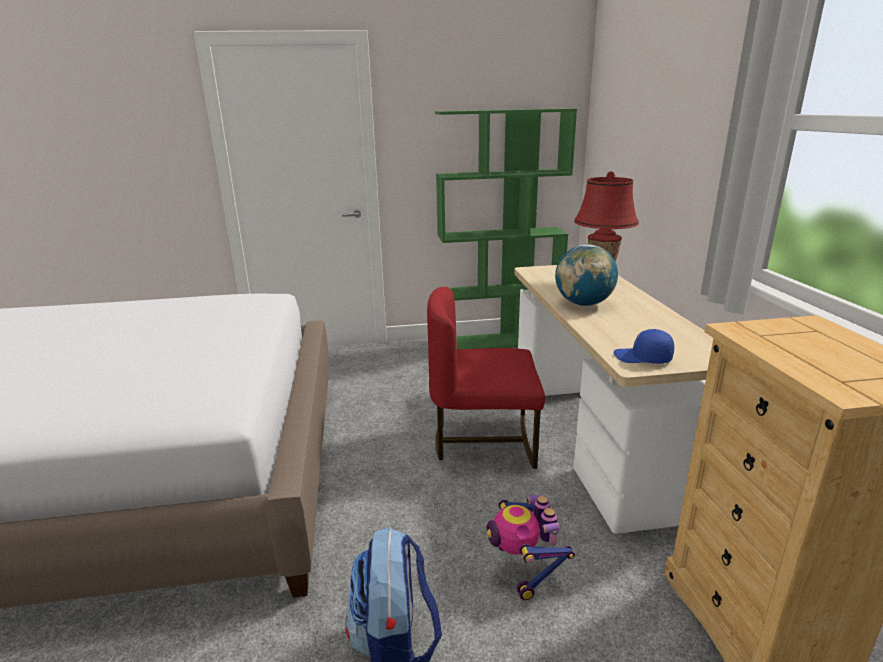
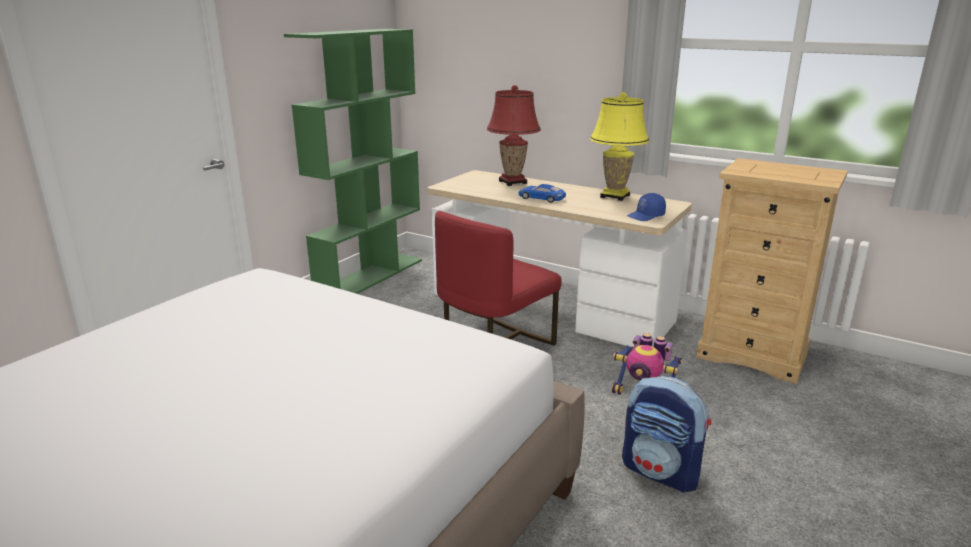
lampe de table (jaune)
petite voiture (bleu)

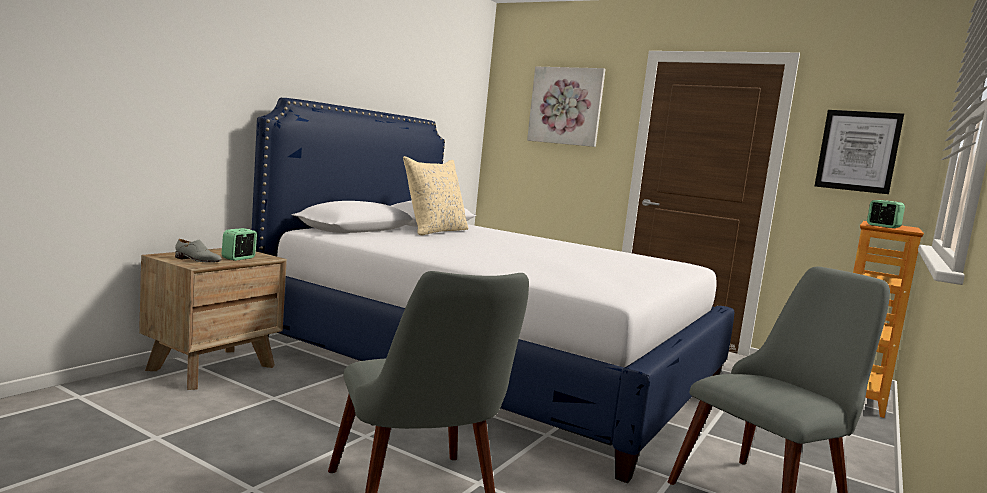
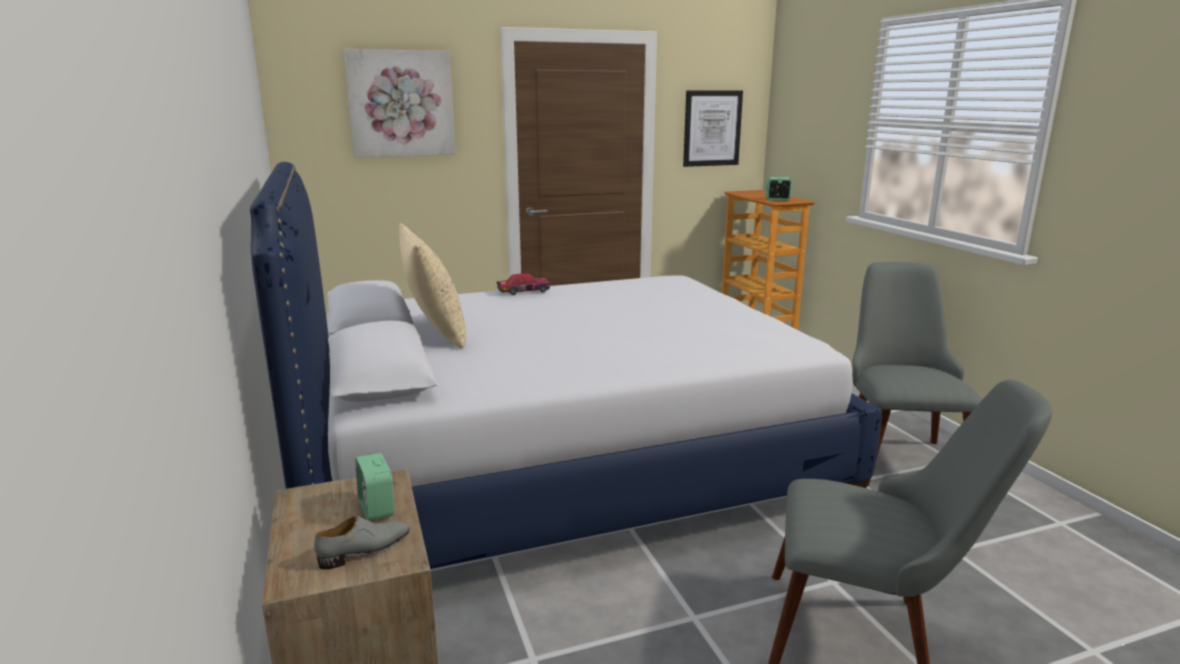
petite voiture

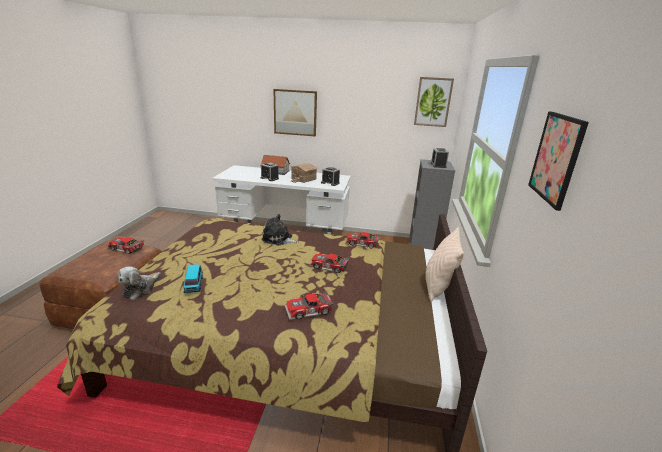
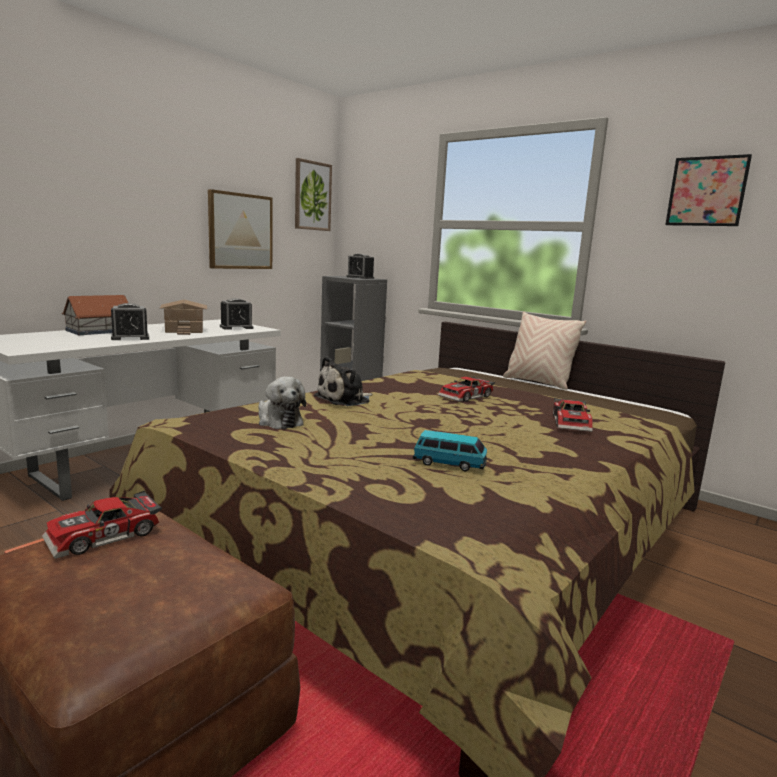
petite voiture (5th from left in the first image)
peluche (1st from left)
tableau (1st from left)

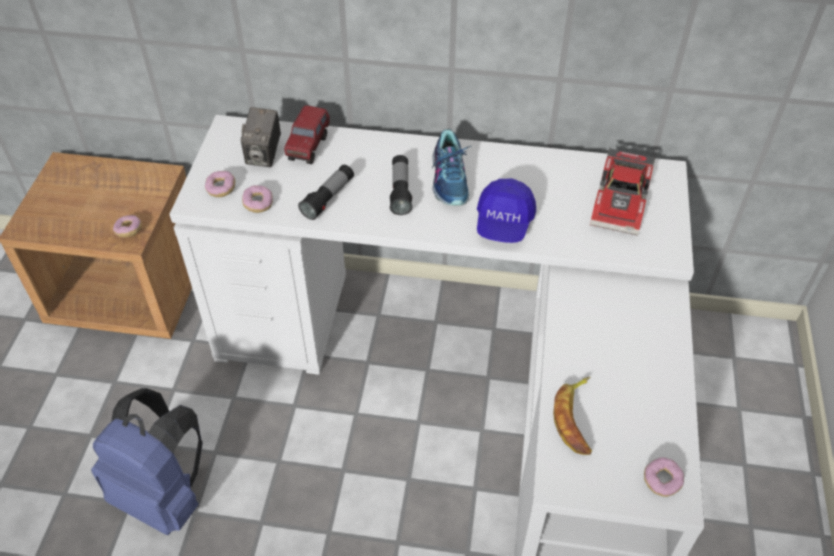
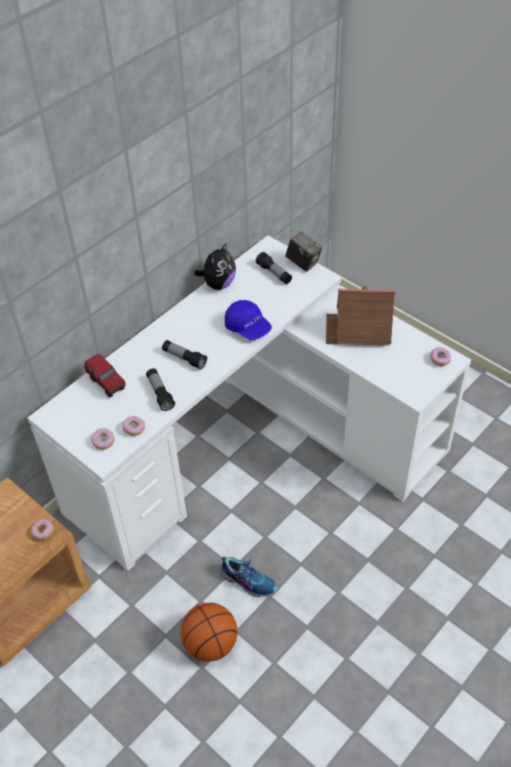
banane
peluche
maison miniature
appareil photo
chaussure
ballon de basket
lampe de poche (3rd from left)

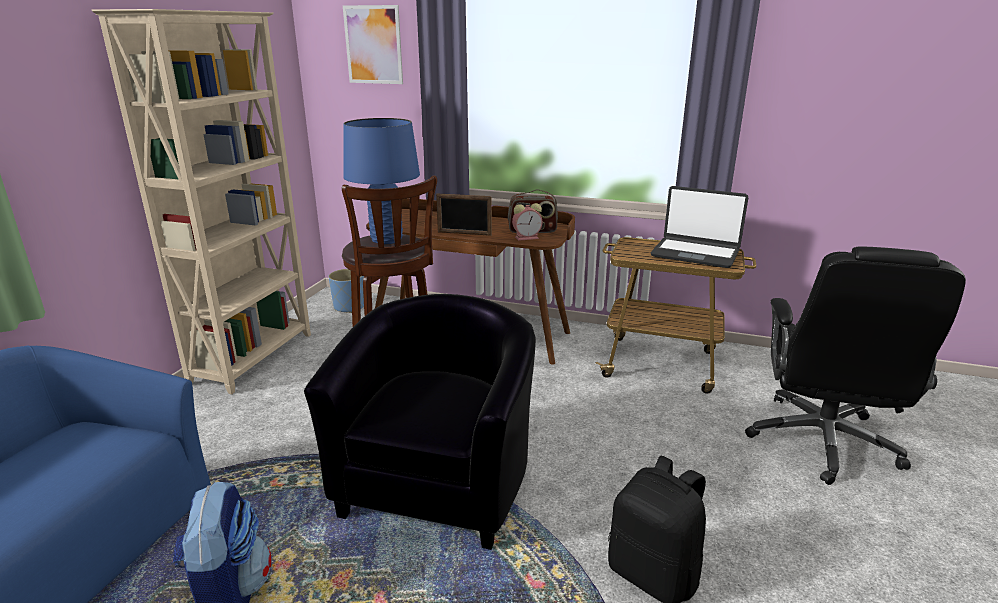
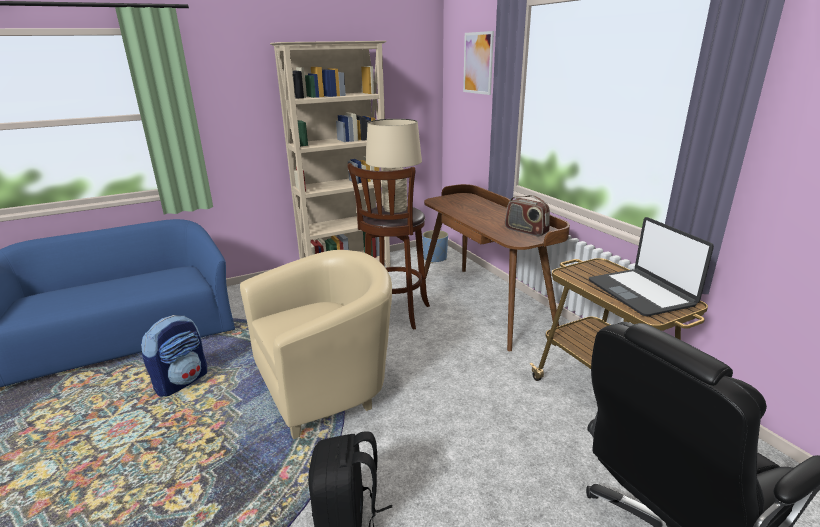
cadre photo
réveil
fauteuil (beige)
lampe de table (beige)

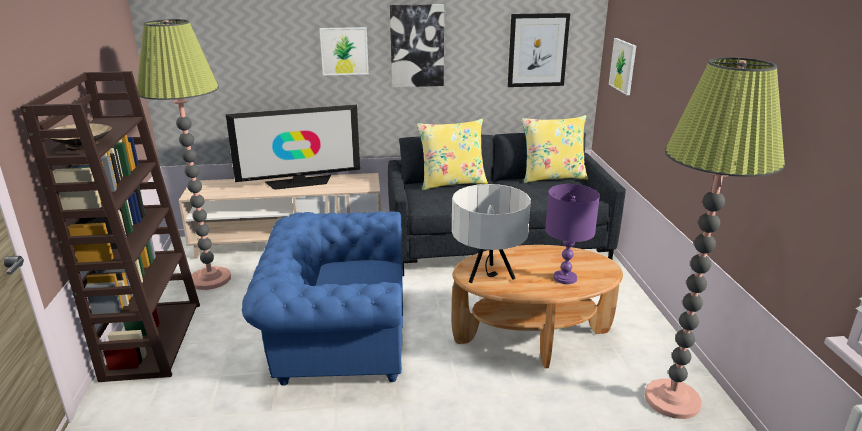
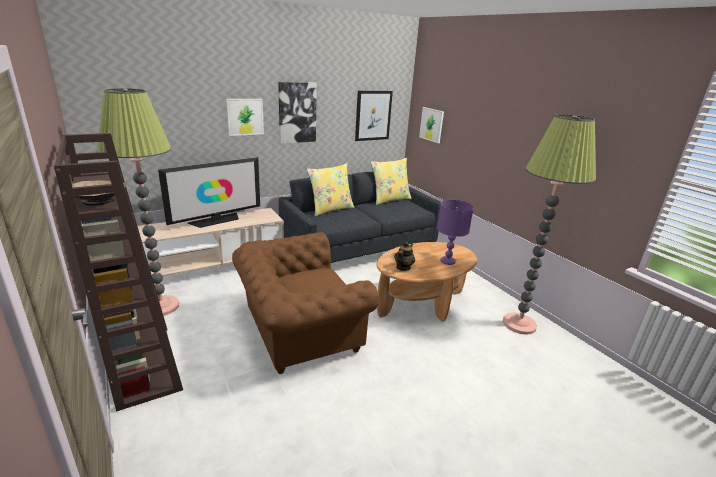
théière
fauteuil (marron)

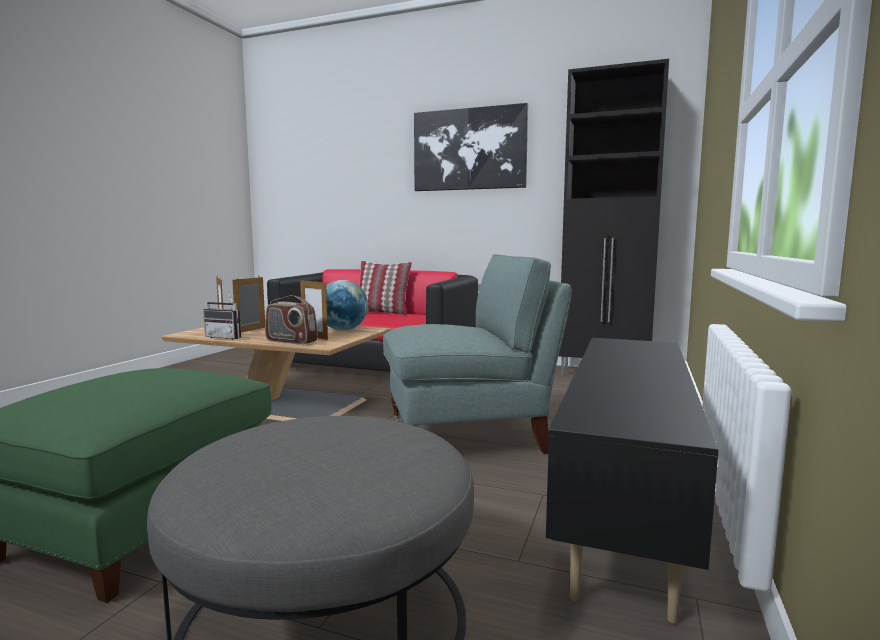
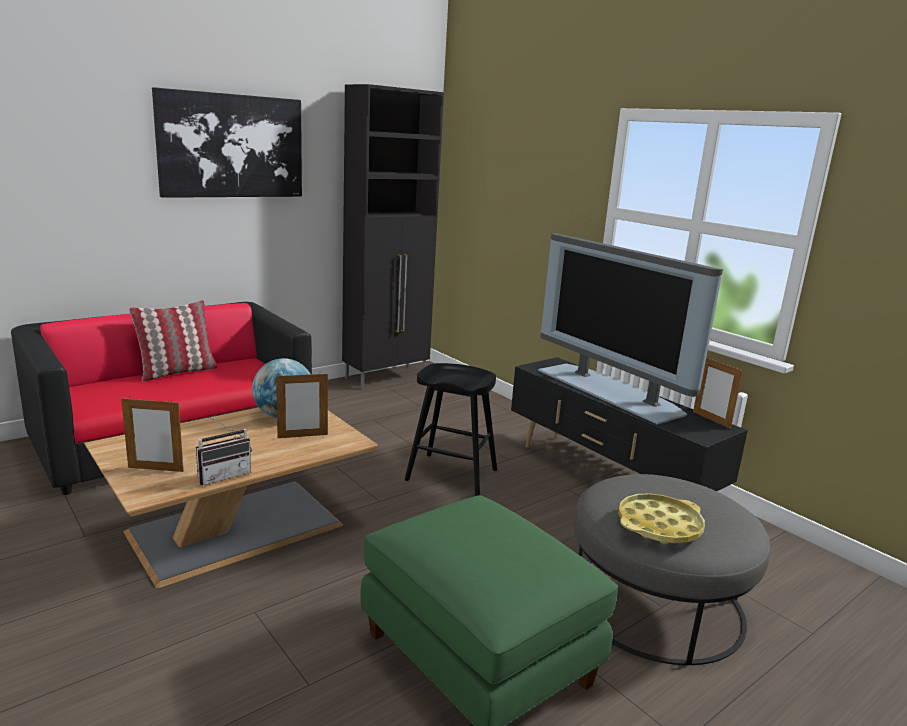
radio (2nd from left in the first image)
téléviseur
plateau (jaune)
cadre photo (3rd from left)
tabouret (noir)

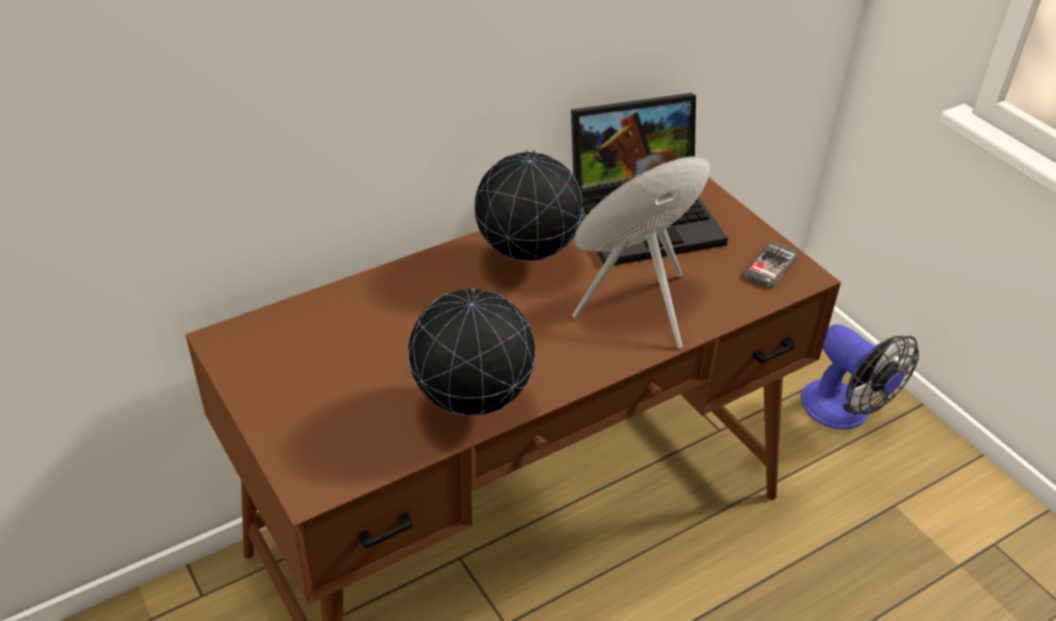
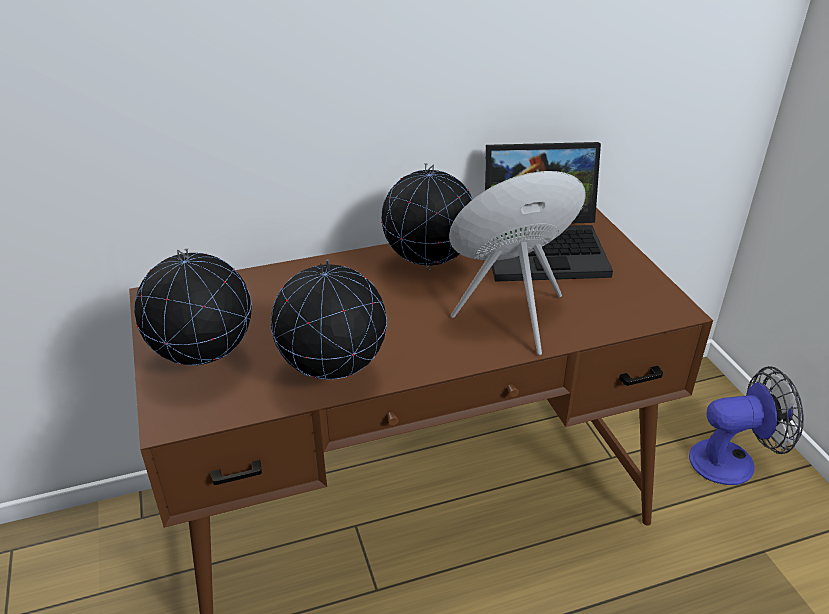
téléphone
globe (1st from left)
ventilateur

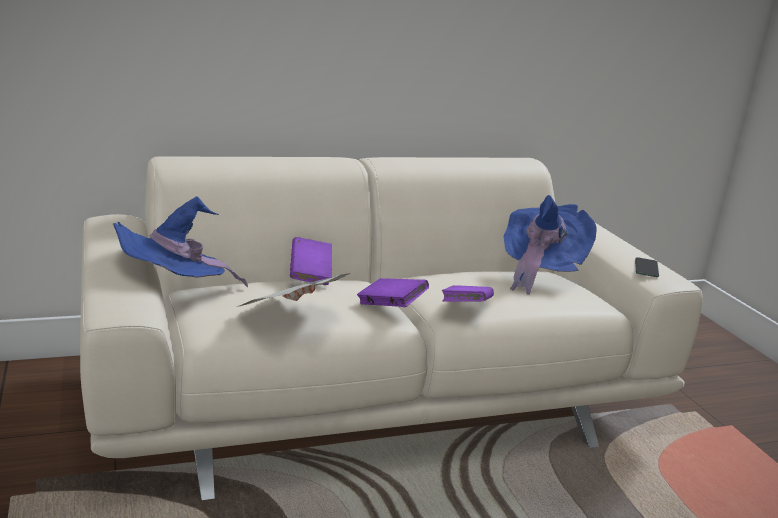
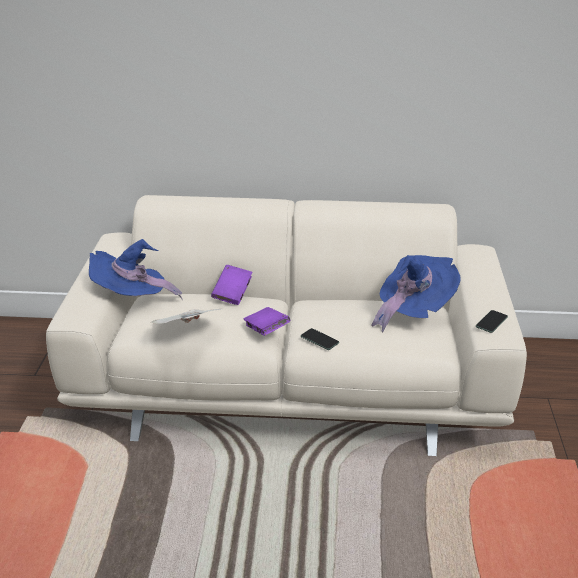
téléphone (1st from left)

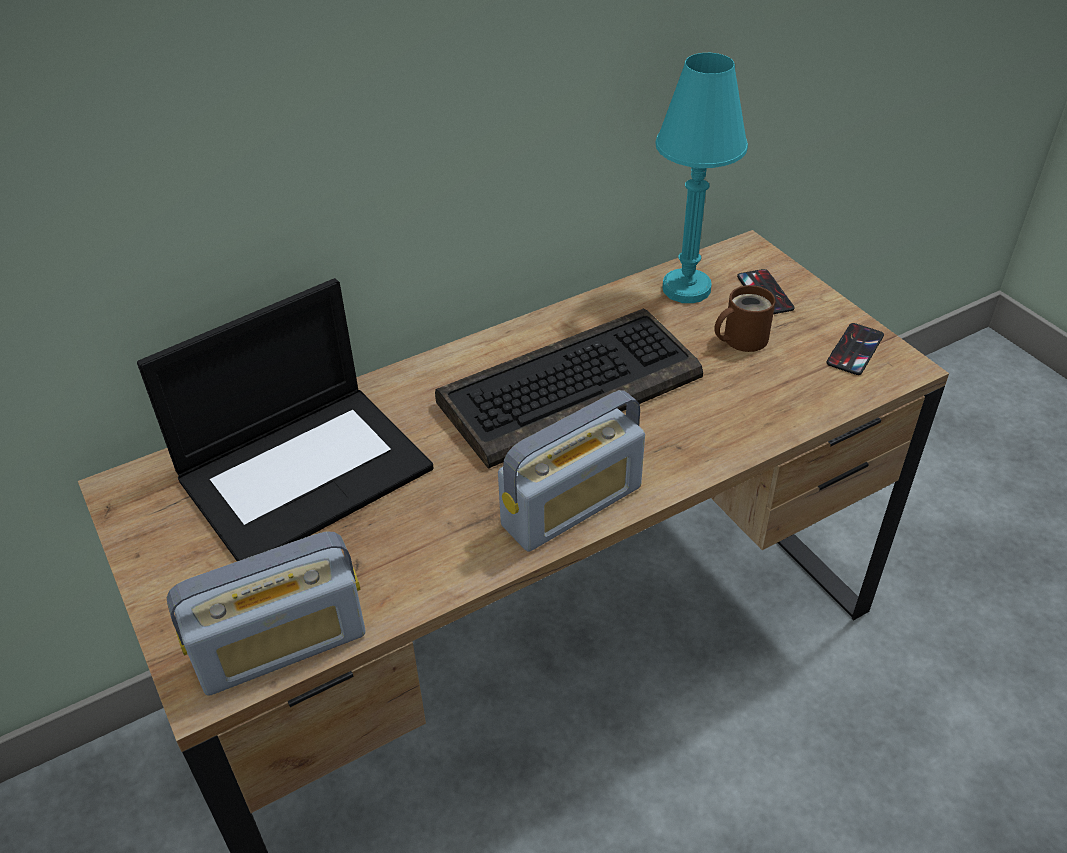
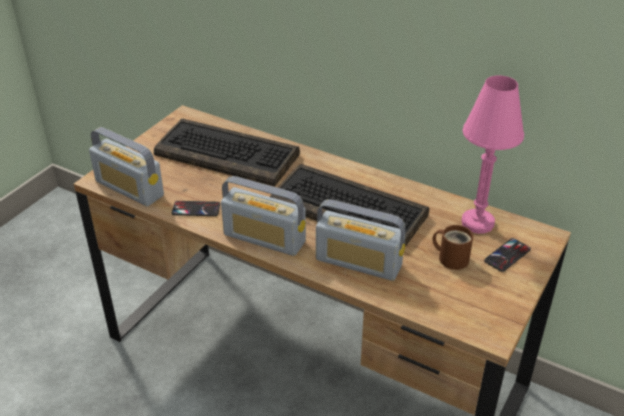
radio (3rd from left)
téléphone (1st from left)
clavier (1st from left)
lampe de table (rose)

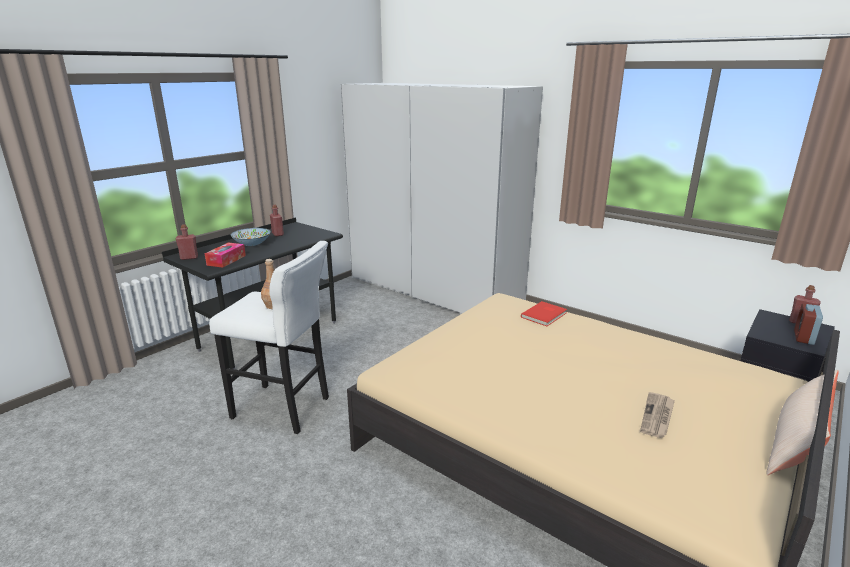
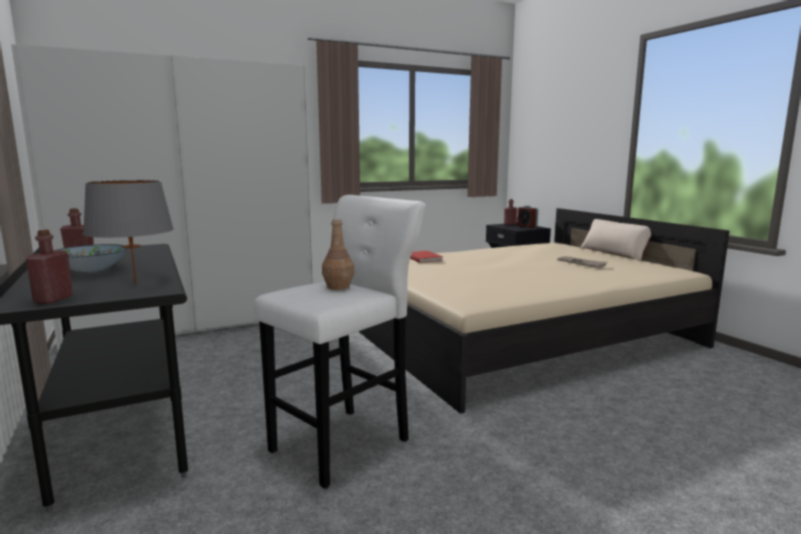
lampe de table (gris)

